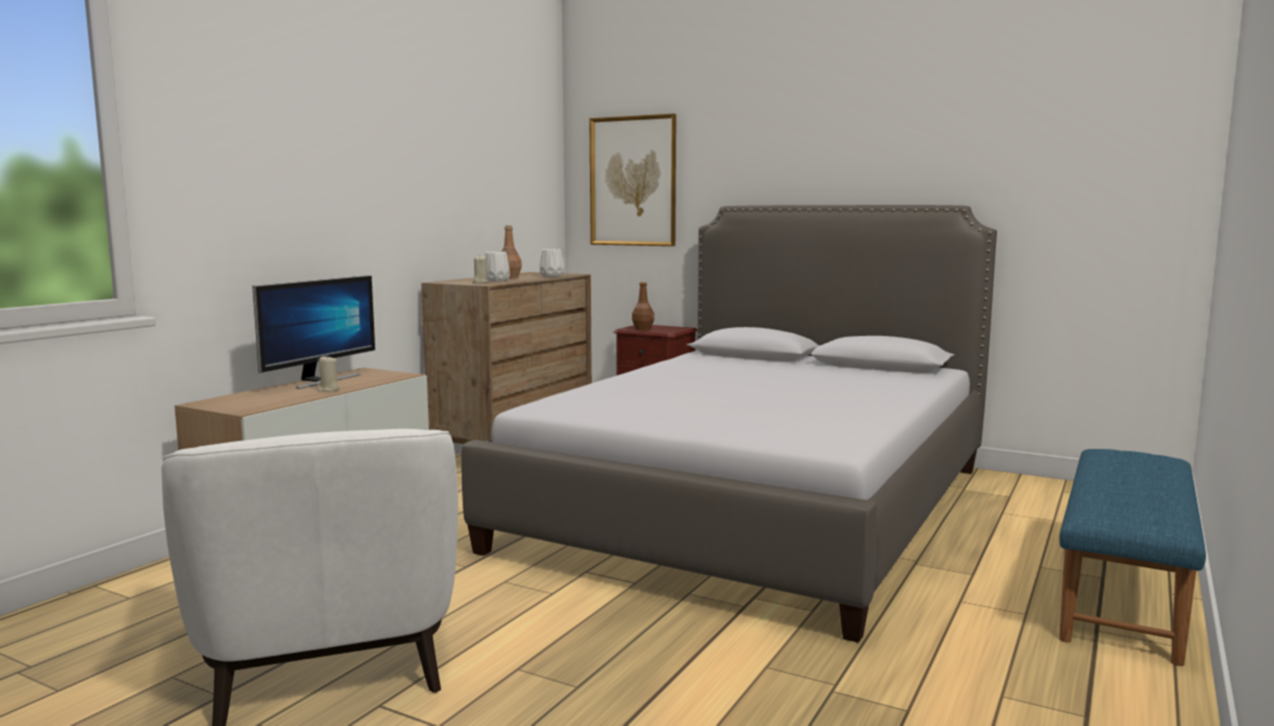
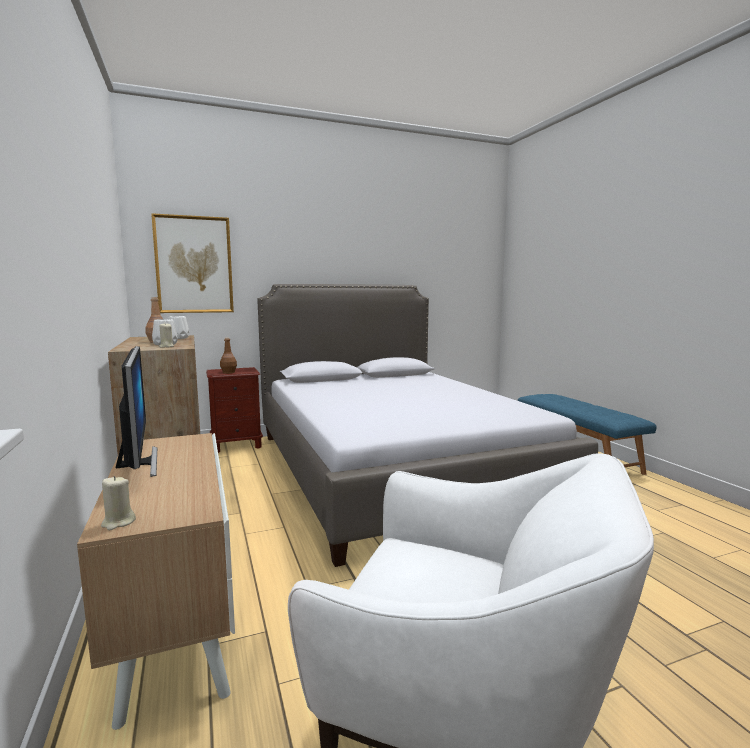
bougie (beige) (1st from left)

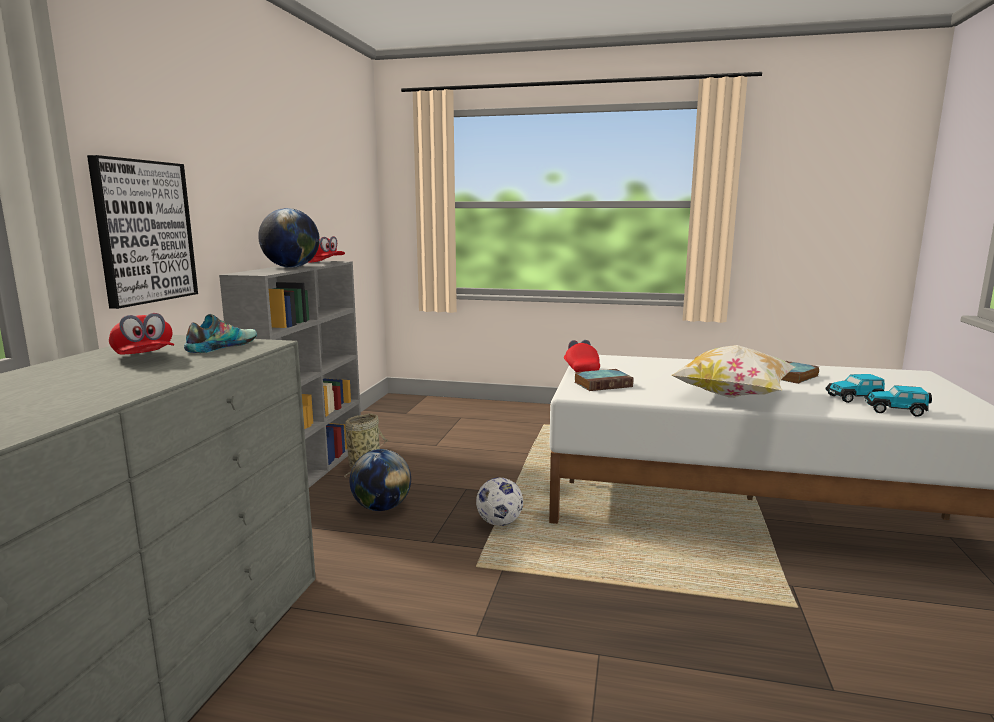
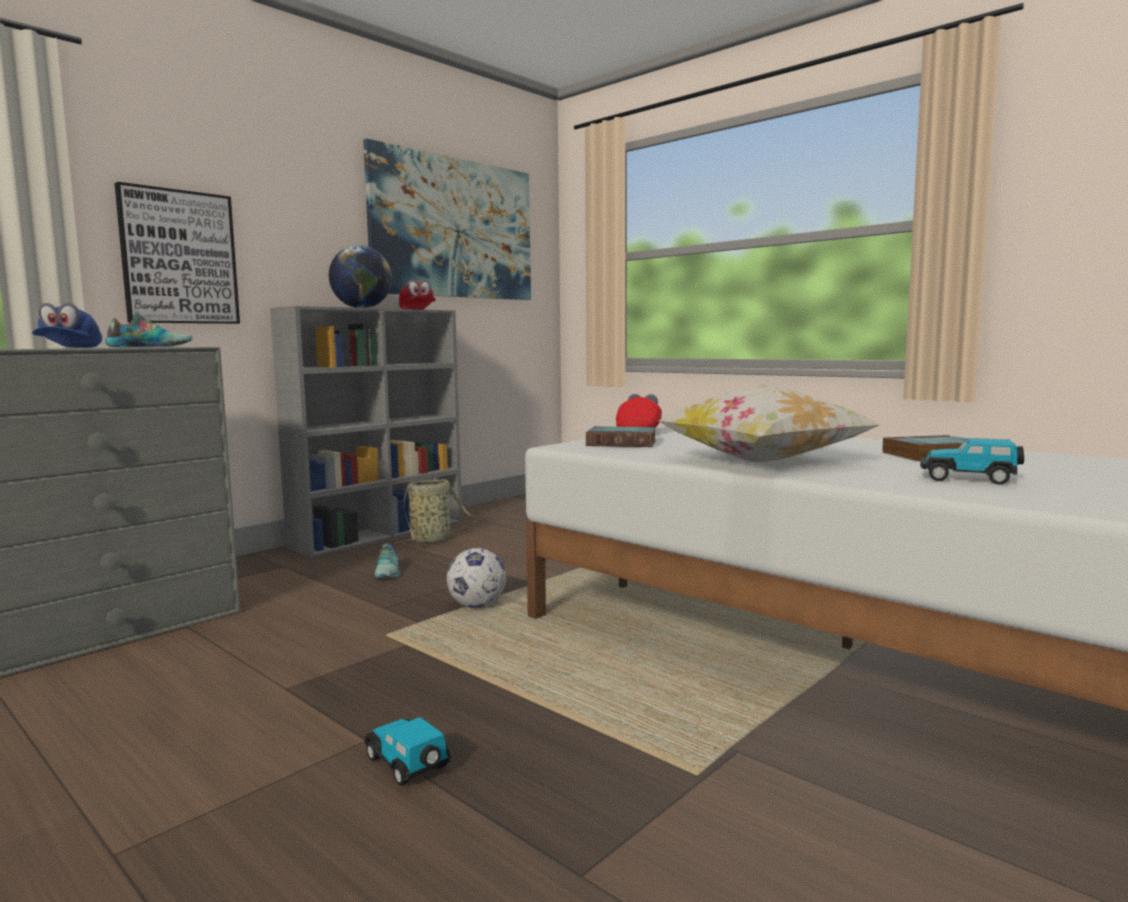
tableau (2nd from left)
petite voiture (1st from left)
chaussure (2nd from left)
casquette (bleu)

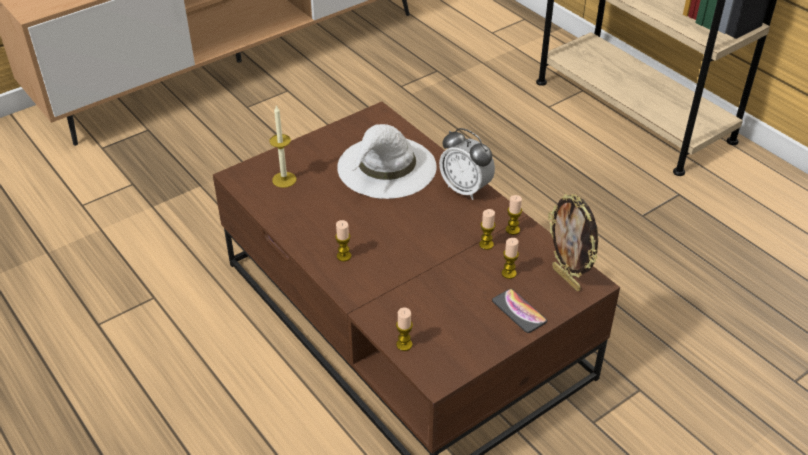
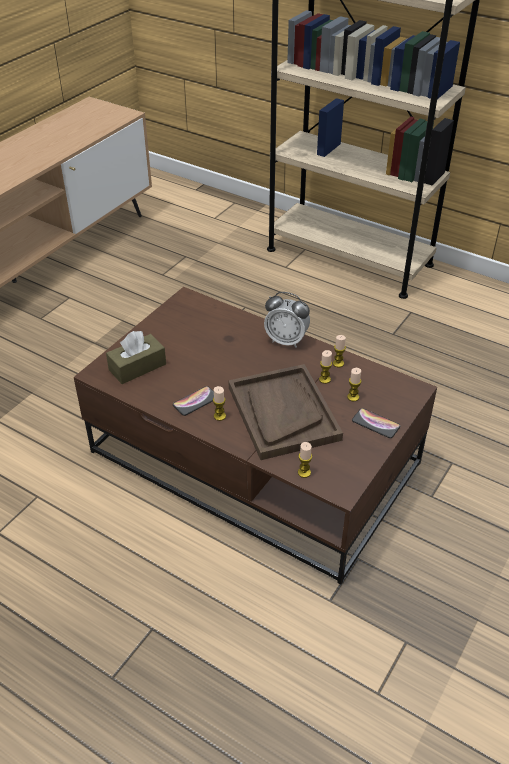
chapeau (blanc)
cadre photo
téléphone (1st from left)
plateau (marron)
boîte à mouchoirs (marron)

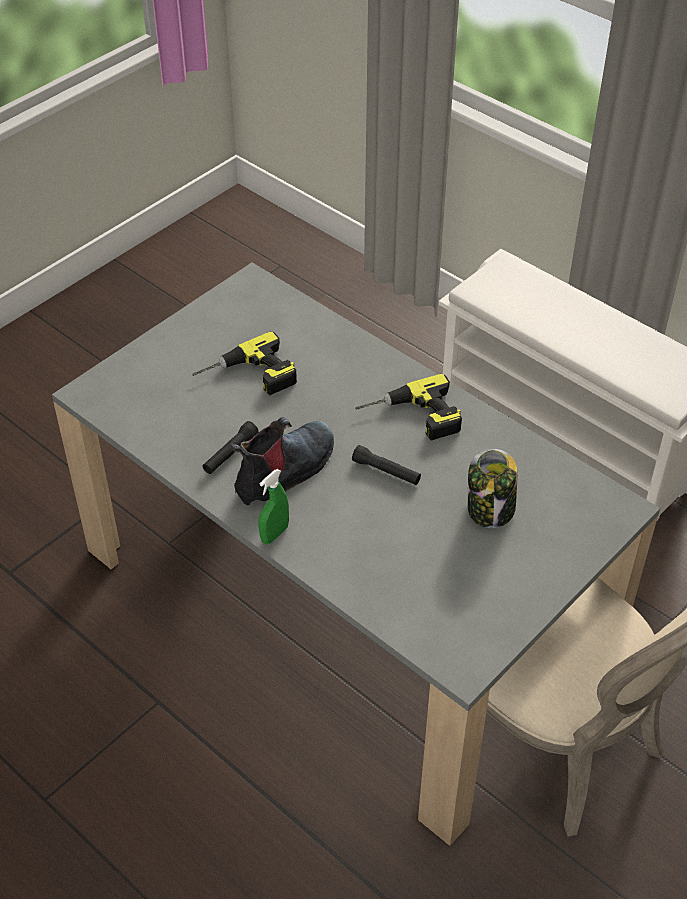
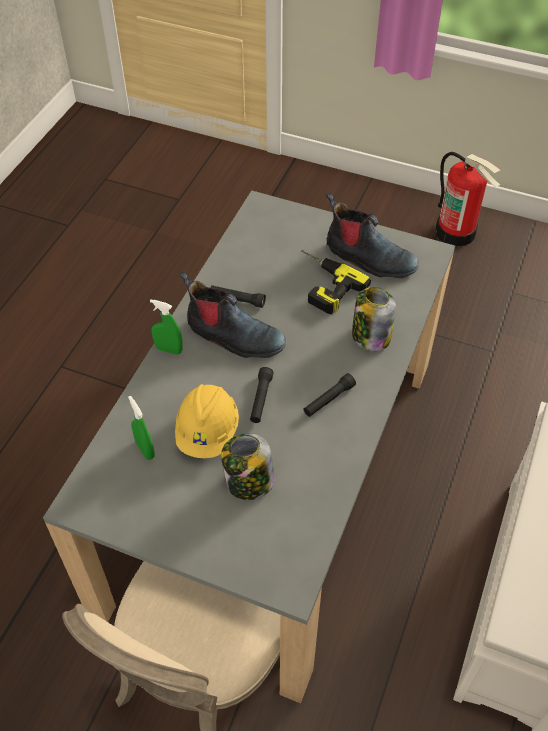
vaporisateur (vert) (1st from left)
casque de chantier (jaune)
botte (2nd from left)
bocal (2nd from left)
extincteur
lampe de poche (noir) (3rd from left)

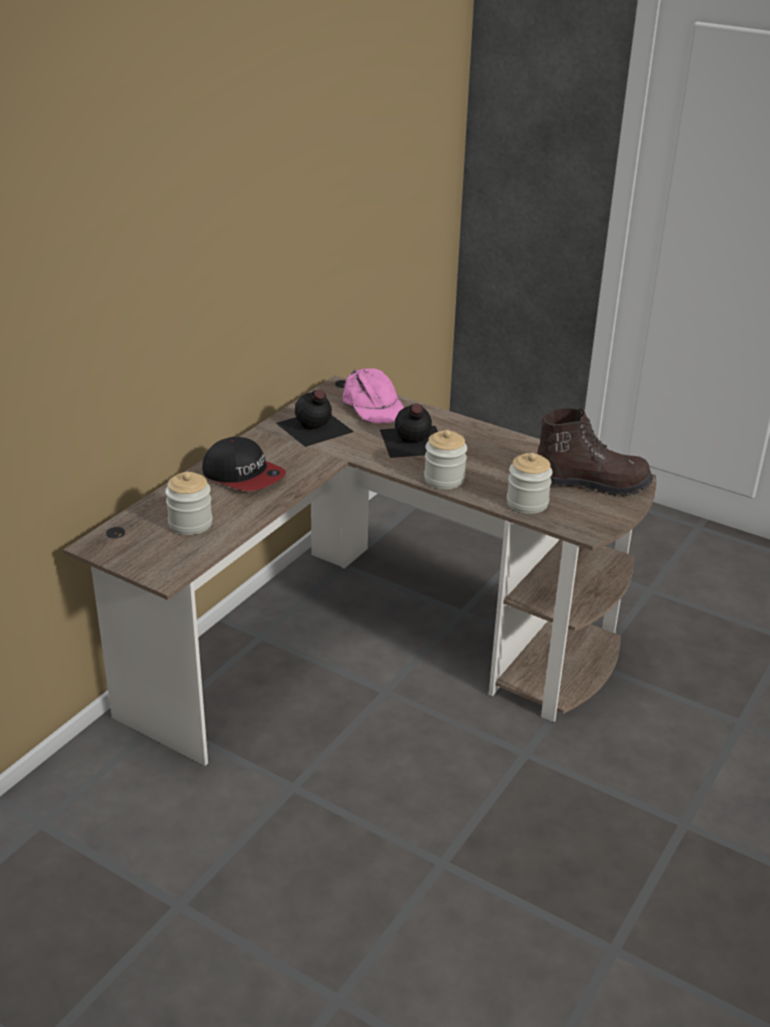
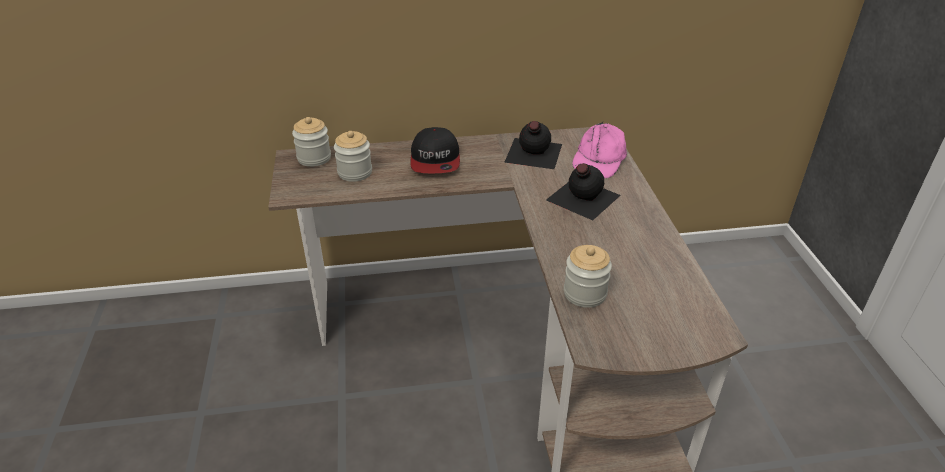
botte (marron)
bocal (1st from left)

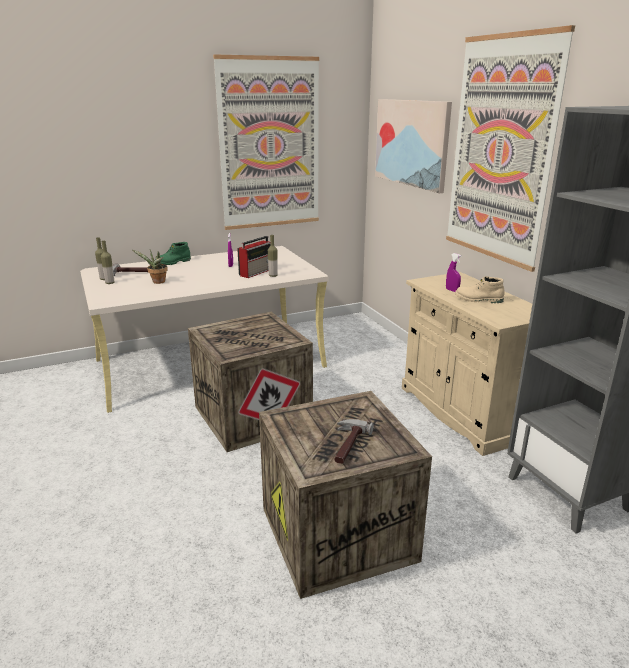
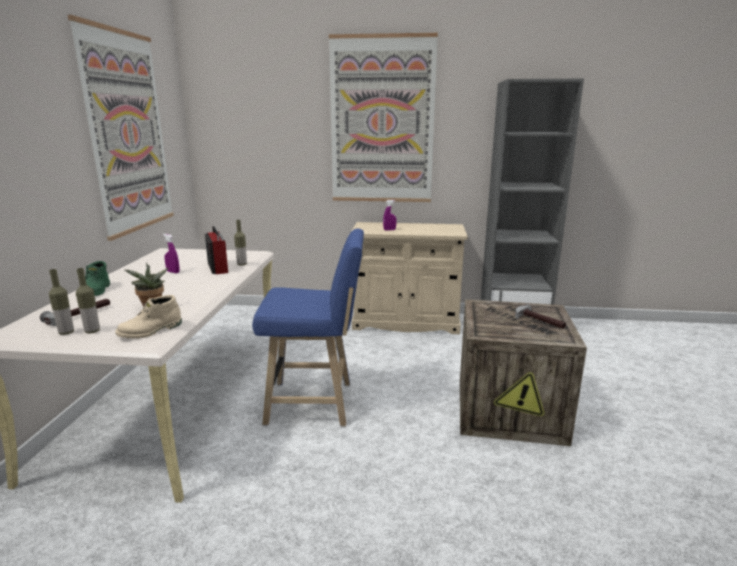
tableau (2nd from left in the first image)
botte (beige)
tabouret (bleu)

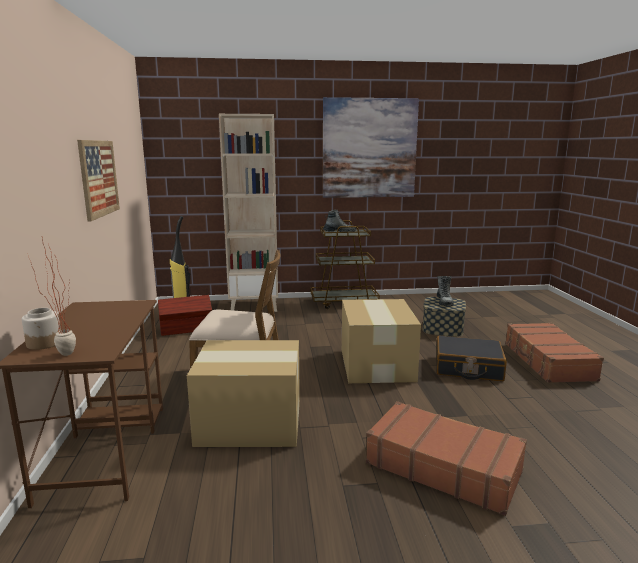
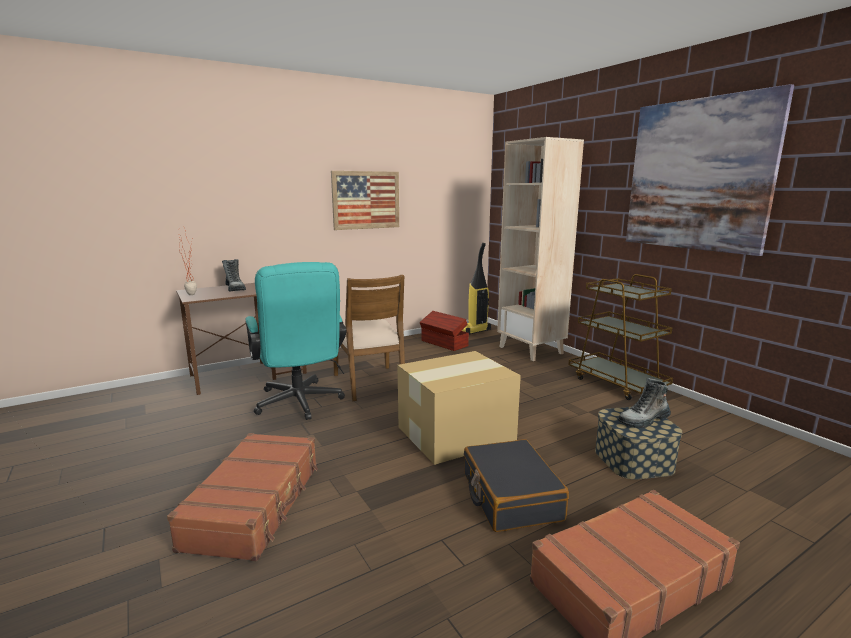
bocal
botte (1st from left)
chaise de bureau (turquoise)

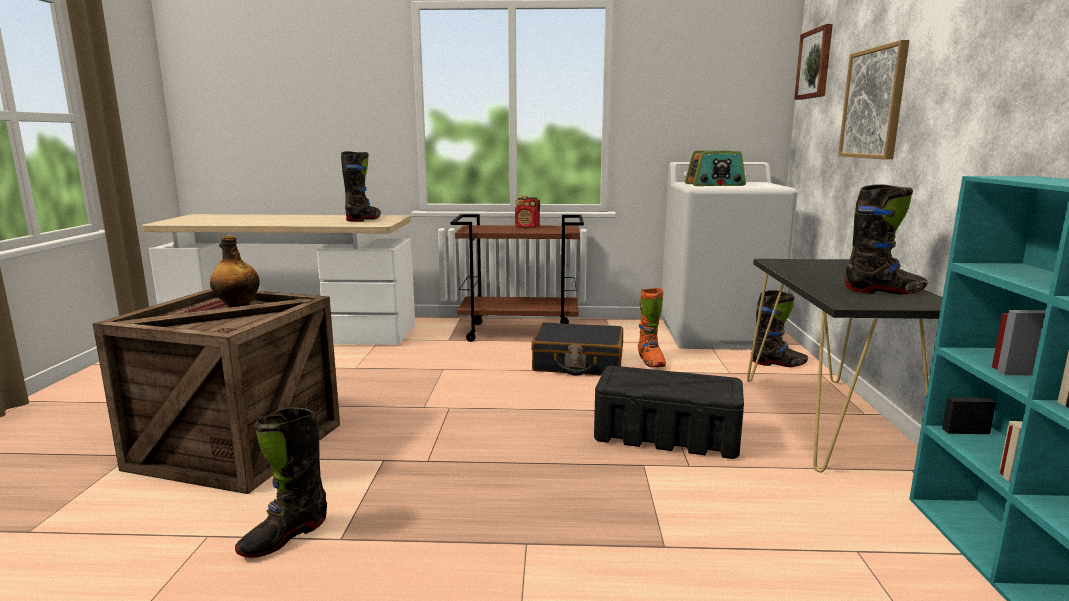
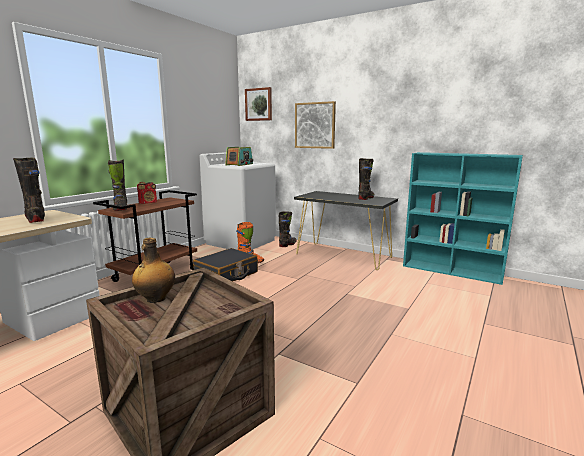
boîte de rangement (noir)
botte (noir) (2nd from left)

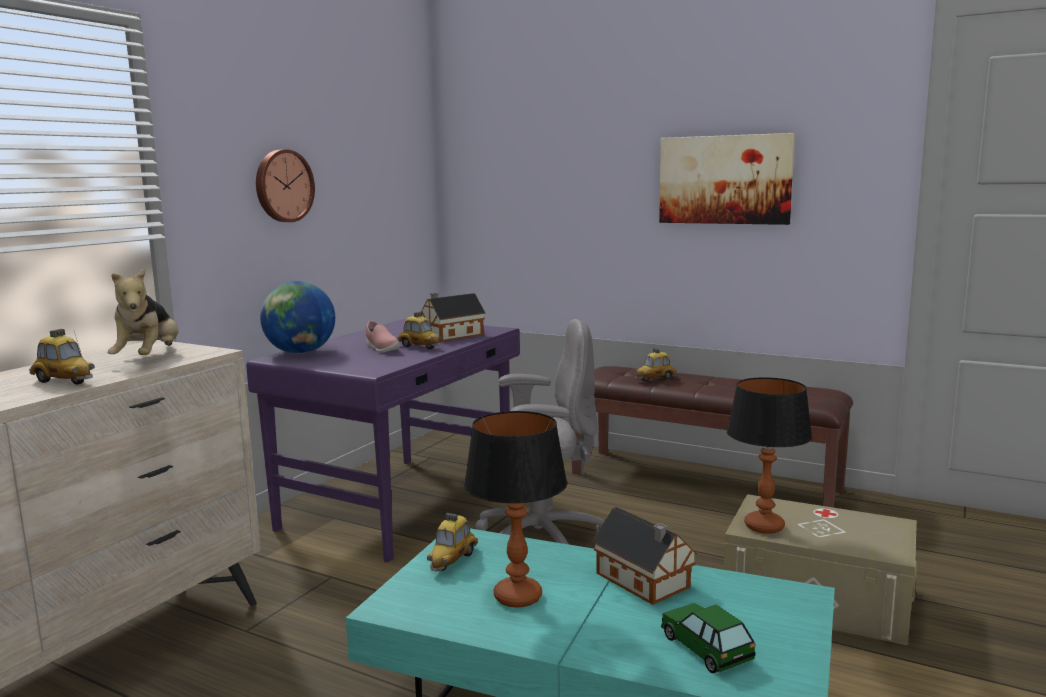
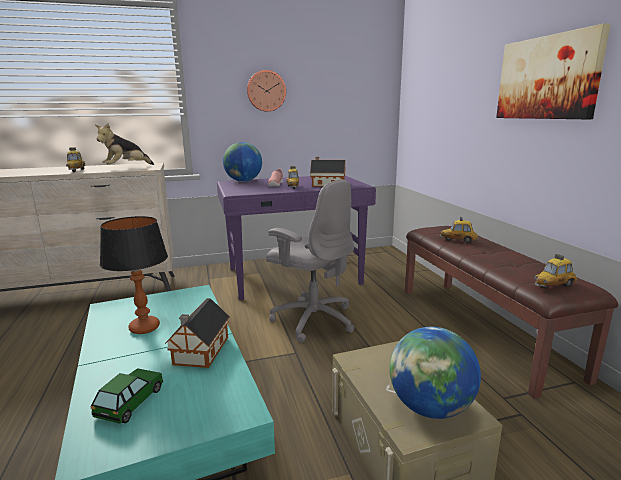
lampe de table (2nd from left in the first image)
globe (2nd from left)
petite voiture (5th from left)

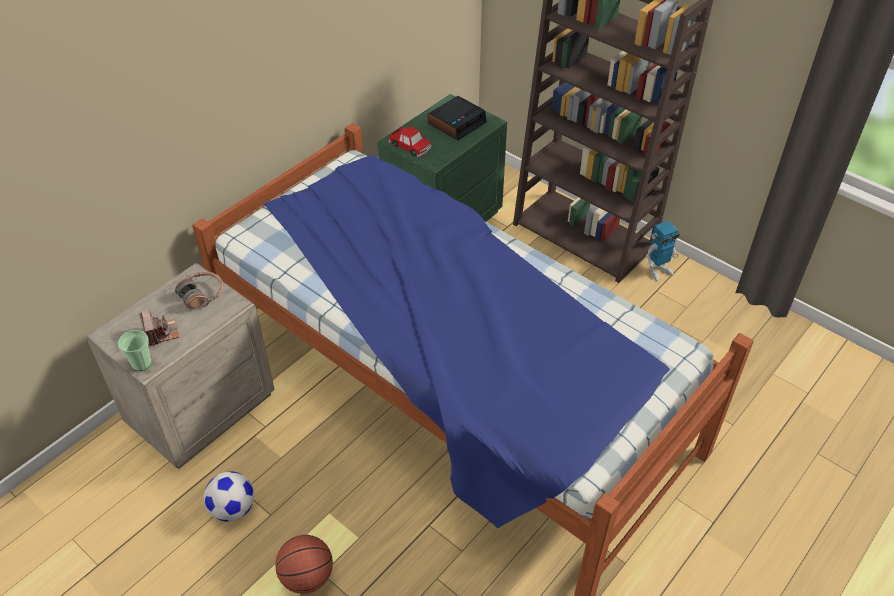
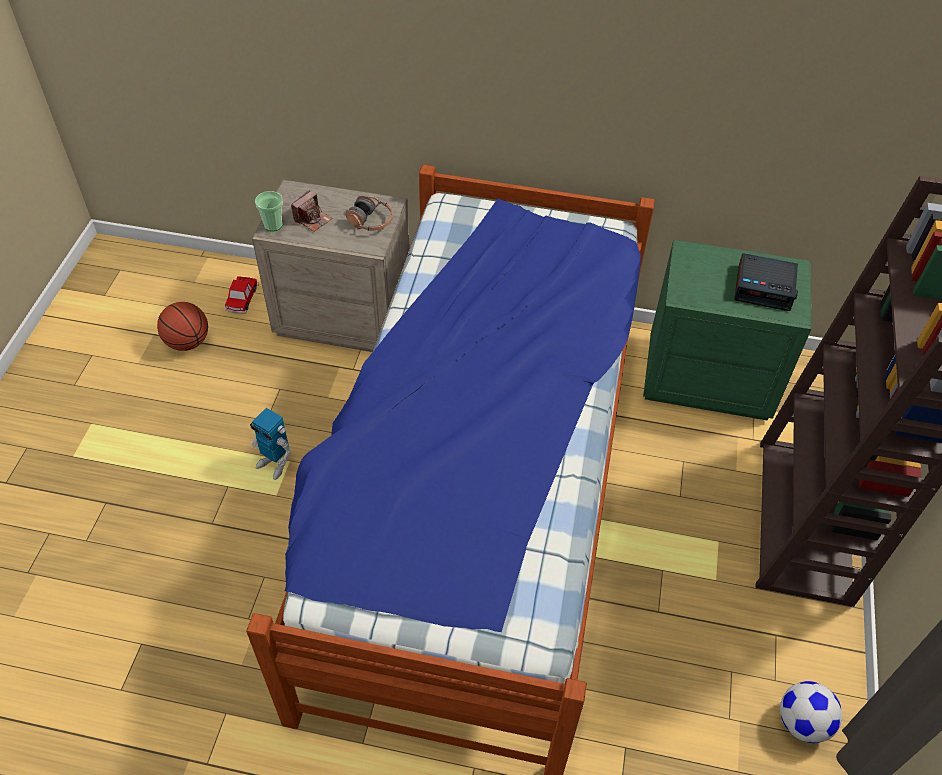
ballon de foot
ballon de basket
petite voiture
robot jouet

